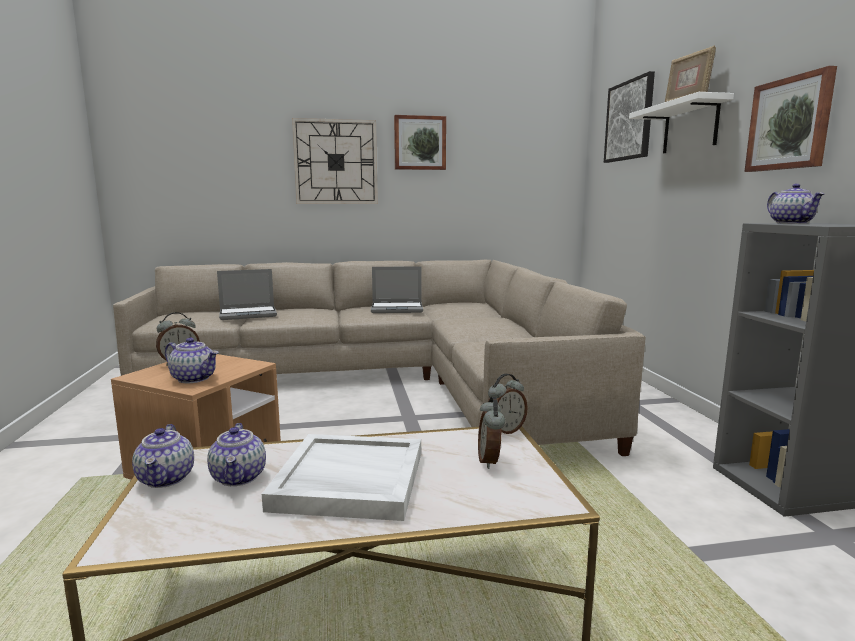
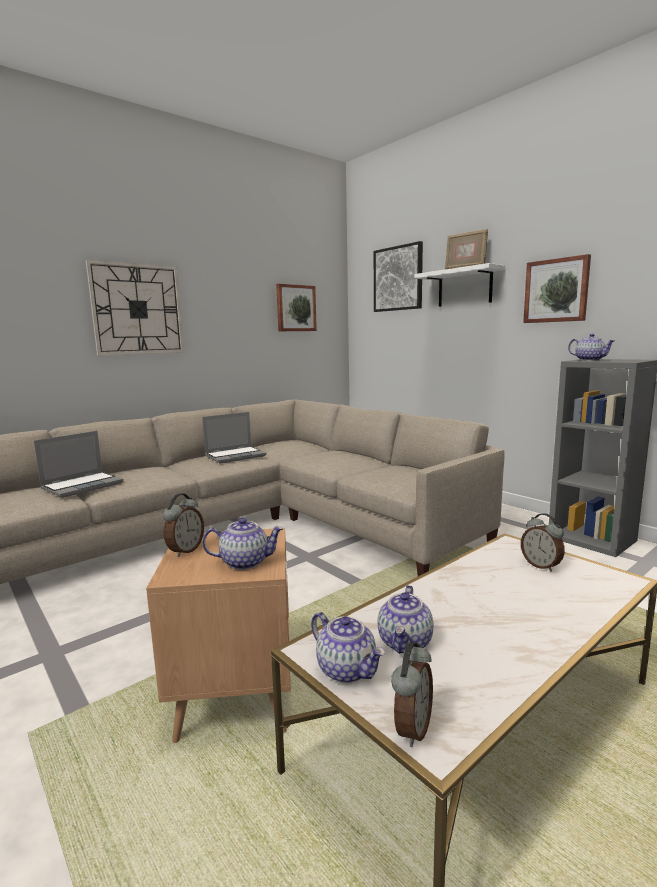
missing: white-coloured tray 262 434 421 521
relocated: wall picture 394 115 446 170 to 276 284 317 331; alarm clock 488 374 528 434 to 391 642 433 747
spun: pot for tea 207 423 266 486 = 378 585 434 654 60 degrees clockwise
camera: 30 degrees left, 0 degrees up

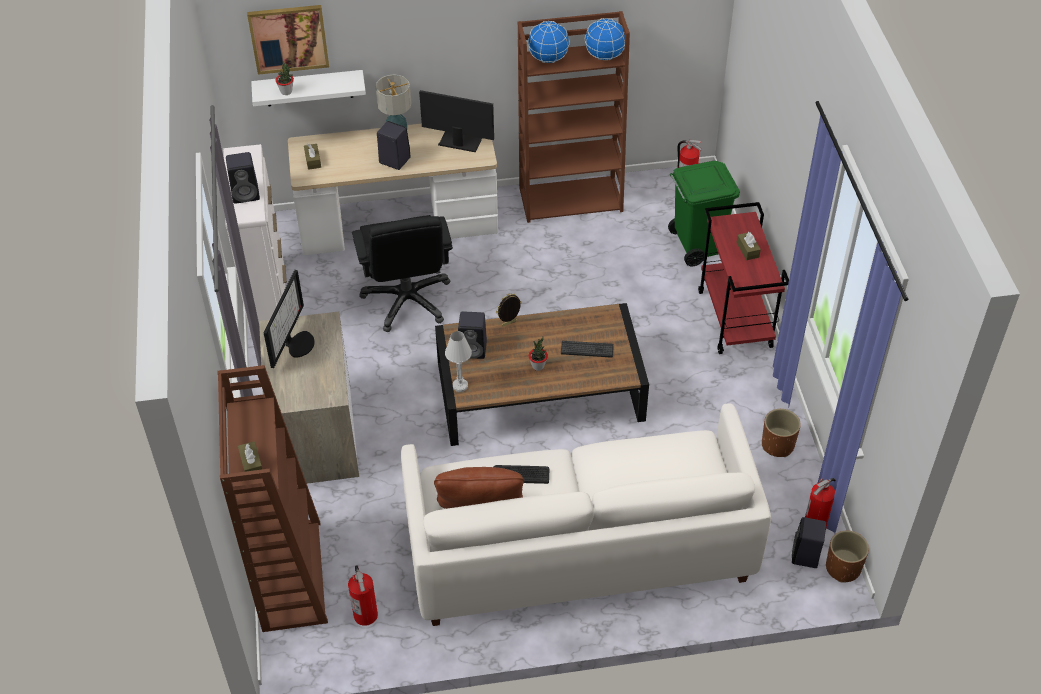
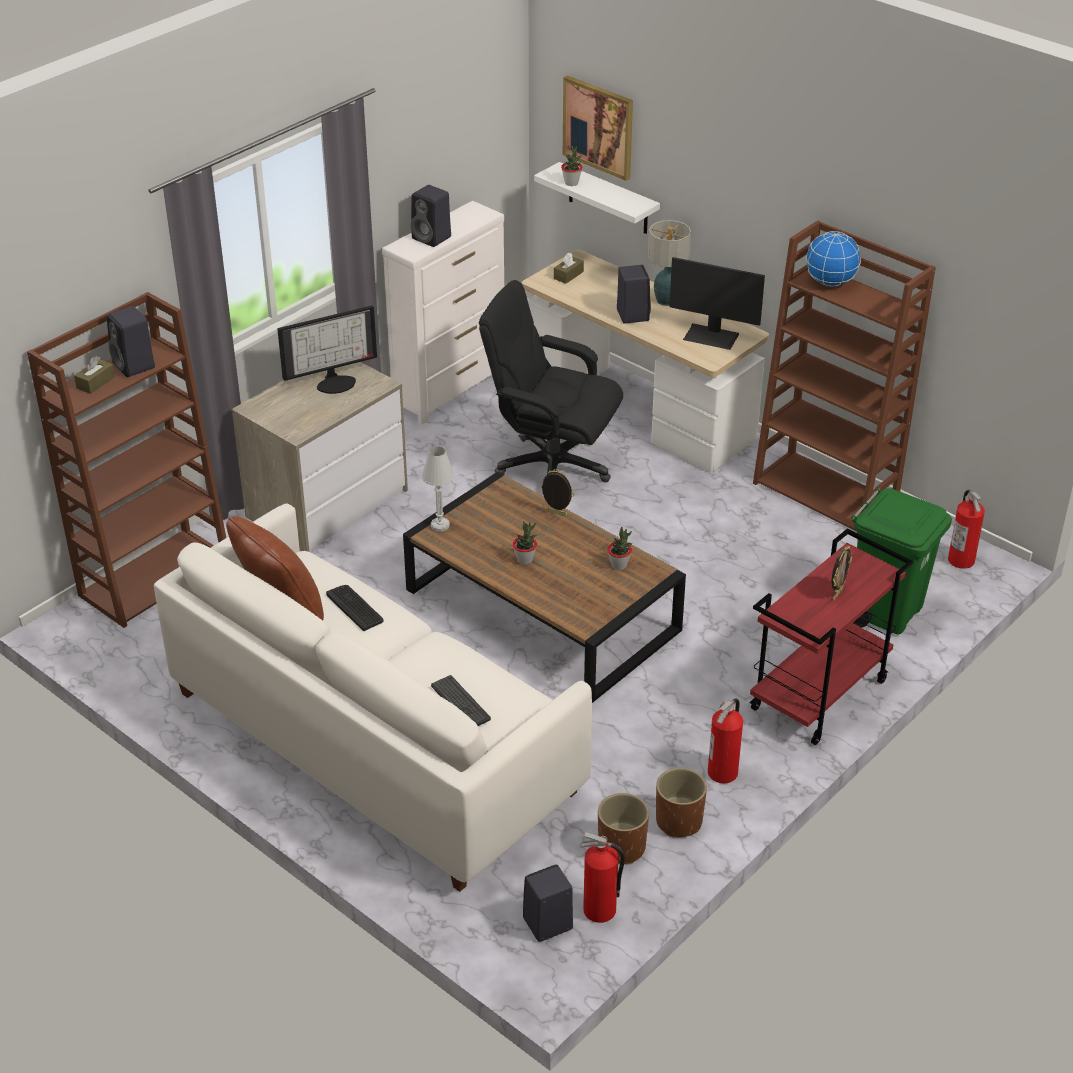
missing: desk globe 585 18 625 60
appeared: plant in a pot 607 527 632 570
relocated: blackish audio speaker 458 311 487 359 to 107 306 155 377; computer keyboard 561 341 614 358 to 431 675 491 726; brown planter 826 531 869 583 to 598 793 649 864; fire extinguisher 348 565 378 626 to 708 698 743 783
exchanged: brown box of tissues 736 232 761 260 to photo frame 831 546 852 601
spun: blackish office chair 352 215 453 332 = 479 280 623 482 75 degrees clockwise; monitor 419 90 494 152 = 669 257 765 350 135 degrees clockwise
camera: 50 degrees right, 10 degrees down

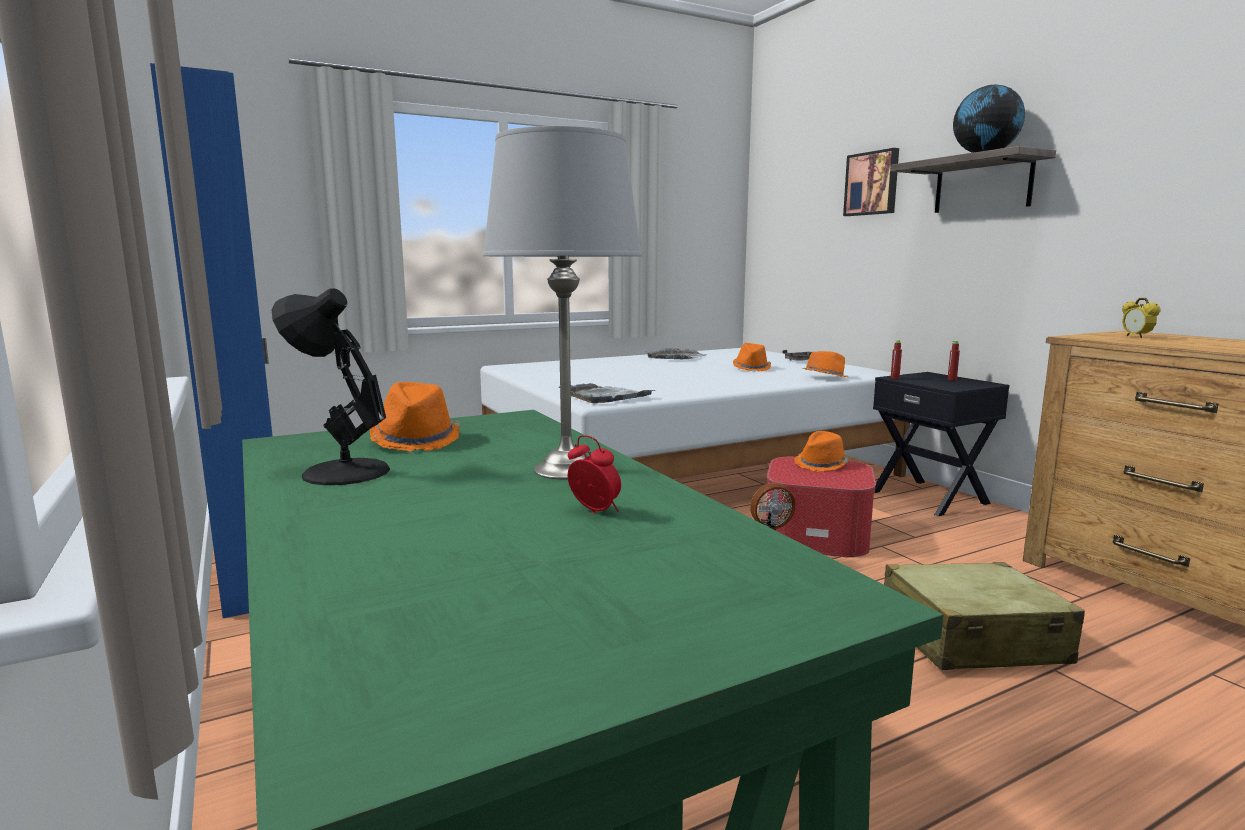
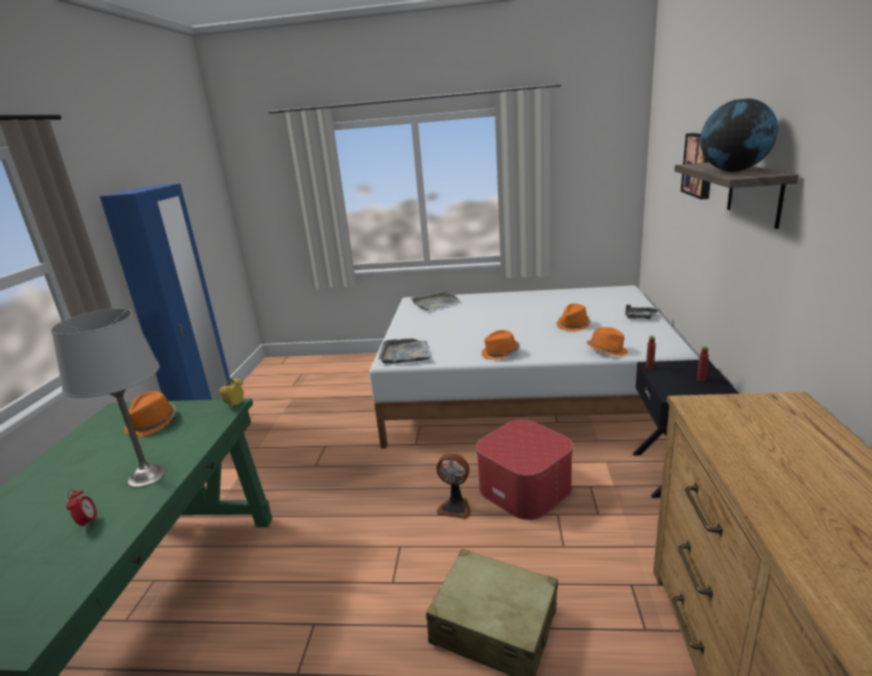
missing: blackish table lamp 272 288 390 485
relocated: alarm clock 1122 298 1161 338 to 219 378 244 408; greyish tray 645 348 708 359 to 411 291 461 310; orange-coloured hat 794 431 848 472 to 482 330 520 360
camera: 35 degrees right, 10 degrees up

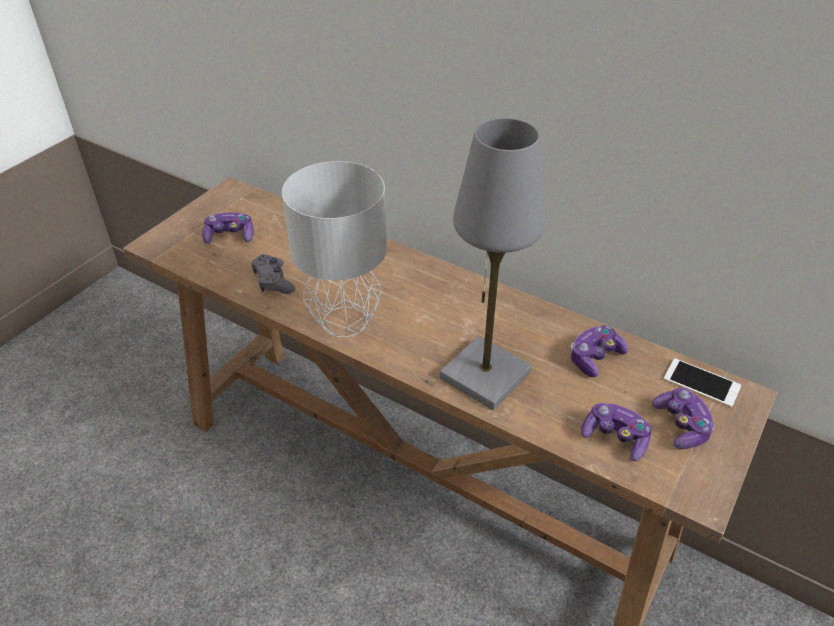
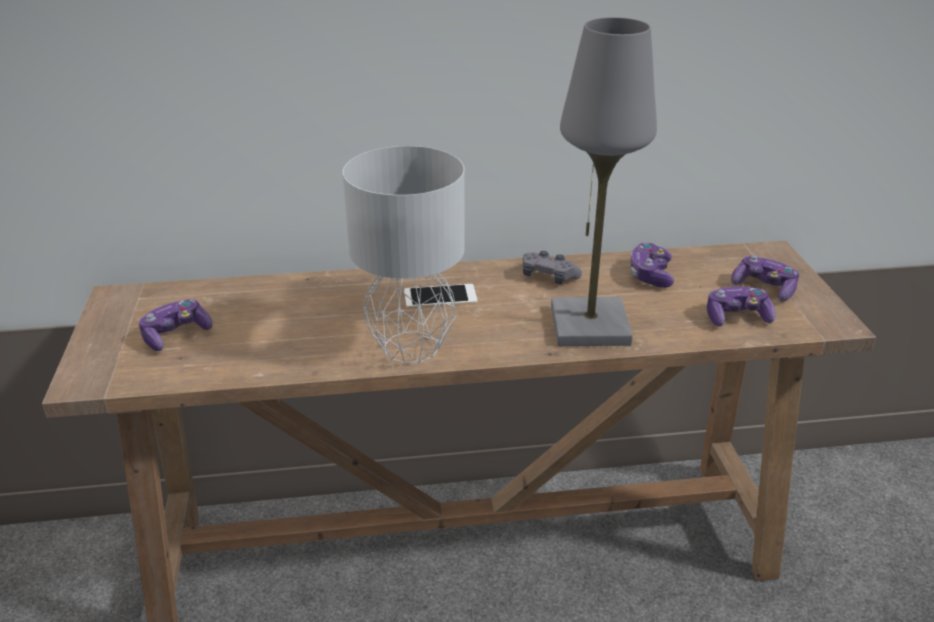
relocated: phone 664 359 741 407 to 404 284 477 308; greyish joypad 251 254 295 294 to 523 251 582 284
camera: 40 degrees left, 10 degrees down

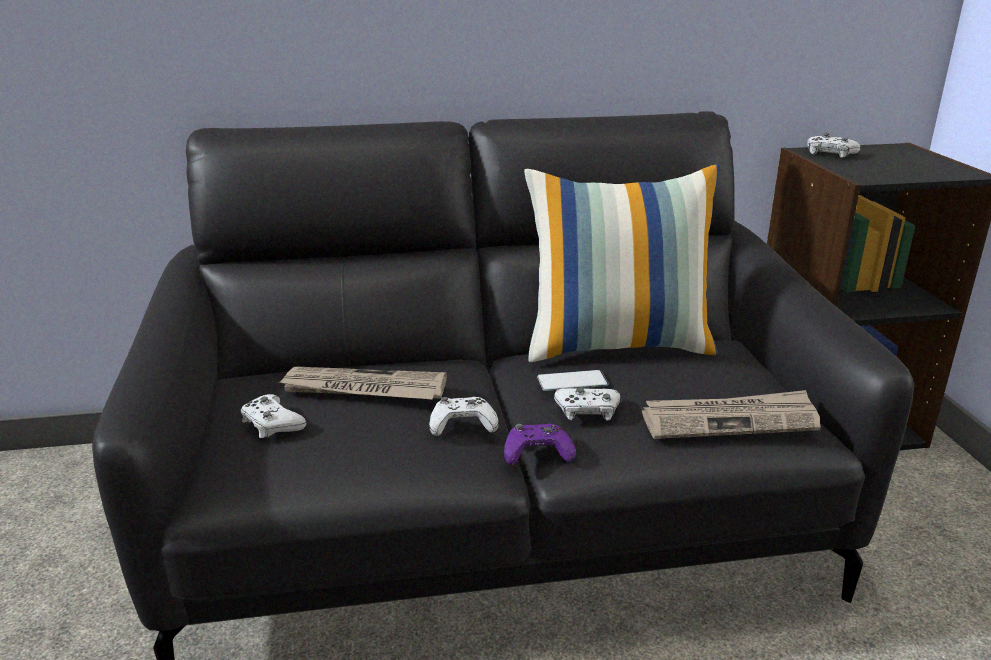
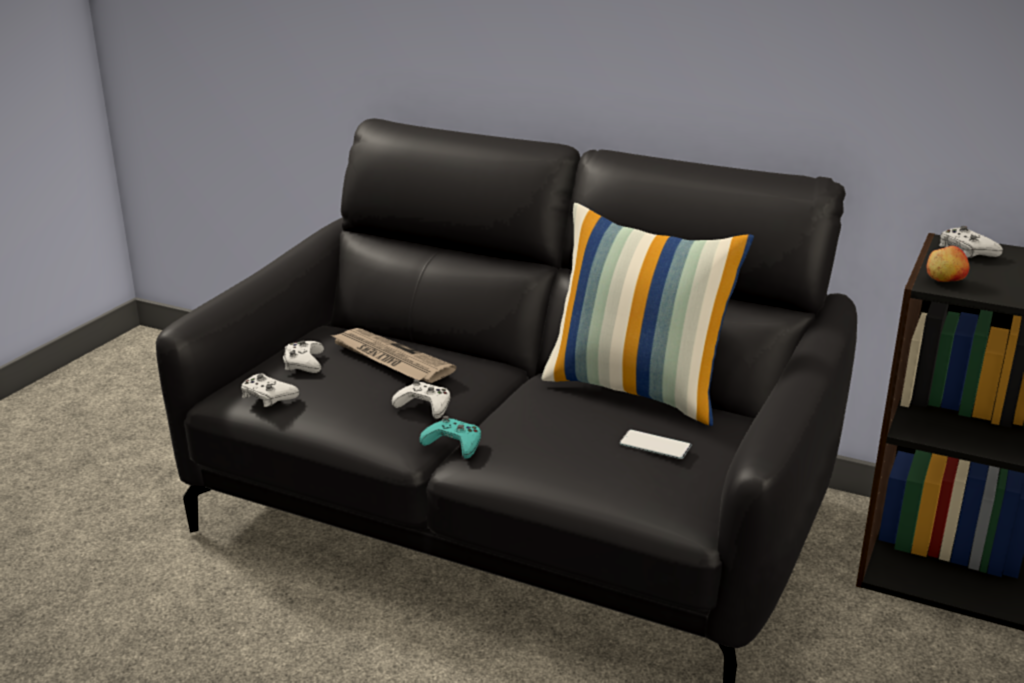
missing: daily paper 642 390 821 439
appeared: apple fruit 927 246 969 282
relocated: white-coloured joypad 554 387 620 421 to 241 373 299 407; phone 537 370 609 391 to 620 430 692 459
colour: purplish joypad 504 424 576 465 to turquoise joypad 419 416 481 459
camera: 35 degrees right, 0 degrees up

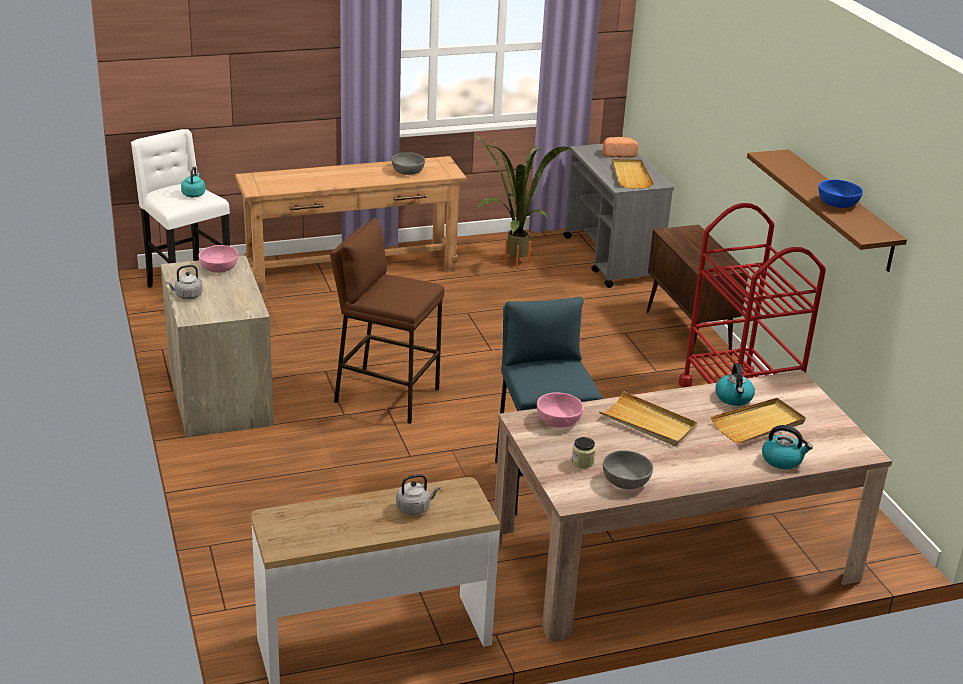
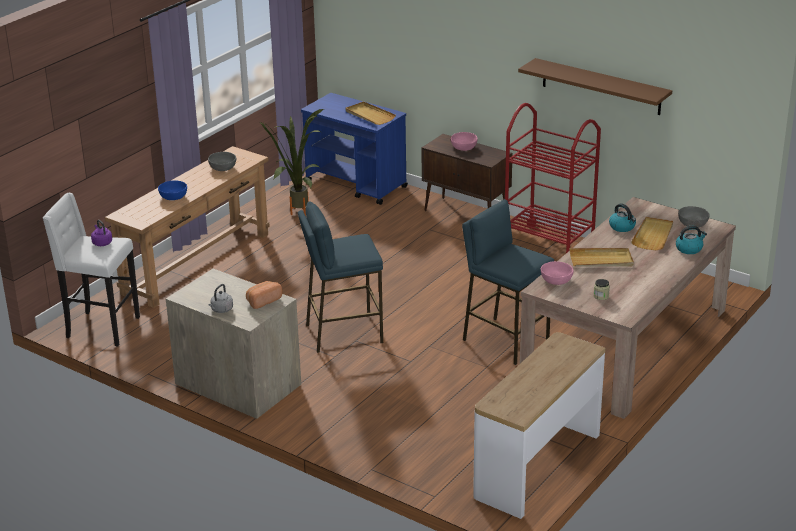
missing: greyish kettle 396 474 440 515
relocated: blue serving bowl 819 180 863 208 to 158 180 187 200; bakery bread 603 137 638 158 to 246 281 282 309; pink serving bowl 199 245 238 273 to 451 132 478 151; greyish serving bowl 603 450 653 490 to 678 206 709 227
colour: turquoise kettle 181 166 205 197 to purplish kettle 91 220 112 246; brown sitting stool 330 218 445 424 to blue sitting stool 298 202 383 353; greyish cart 563 144 674 288 to blue cart 301 93 408 205
camera: 35 degrees left, 0 degrees up

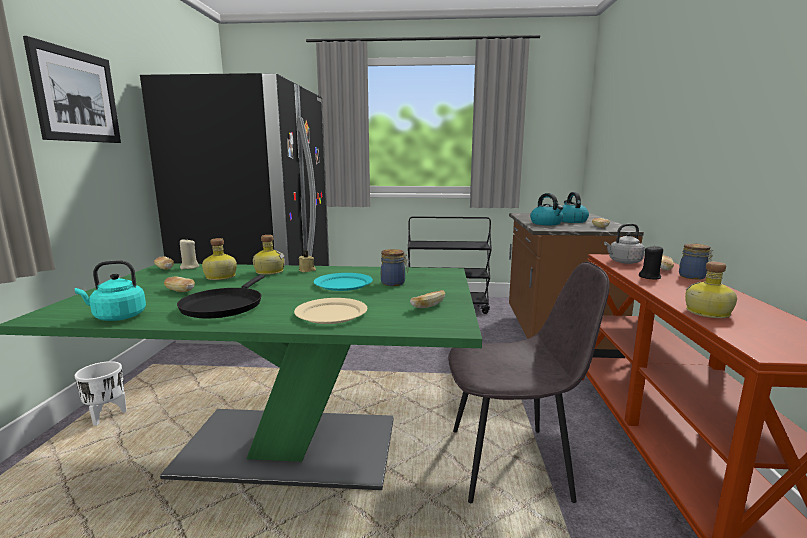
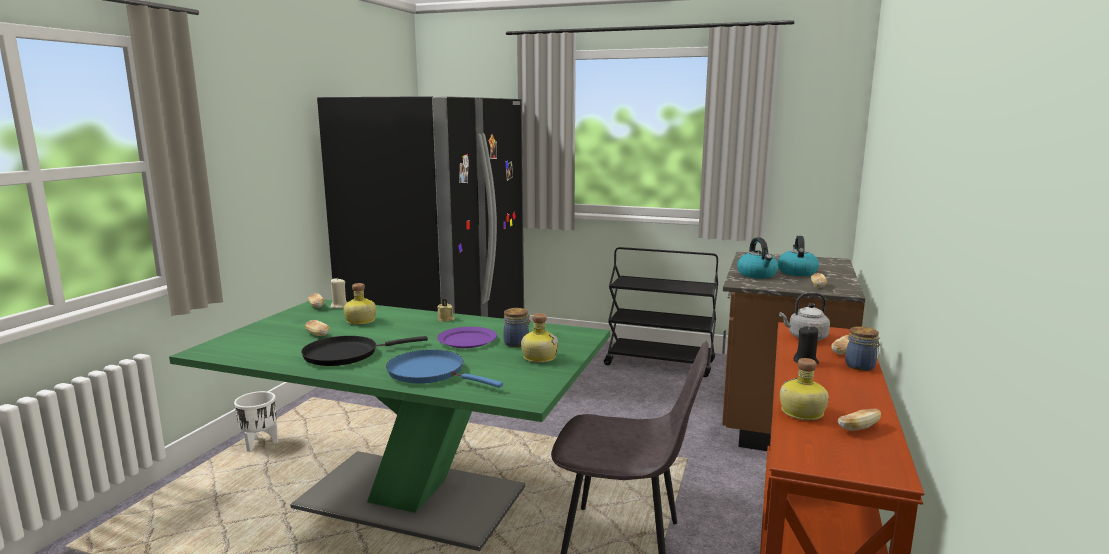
missing: wall picture 23 36 121 143; turquoise kettle 75 260 146 321
relocated: bottle 253 235 285 275 to 521 313 558 363; bakery bread 410 290 445 308 to 838 409 881 431
exchanged: sand-coloured flat dish 294 298 367 324 to blue frying pan 386 350 503 388
colour: turquoise flat dish 314 273 373 291 to purplish flat dish 437 327 497 348
spun: blackish frying pan 177 275 265 318 = 301 336 428 366 45 degrees clockwise
camera: 15 degrees right, 0 degrees up

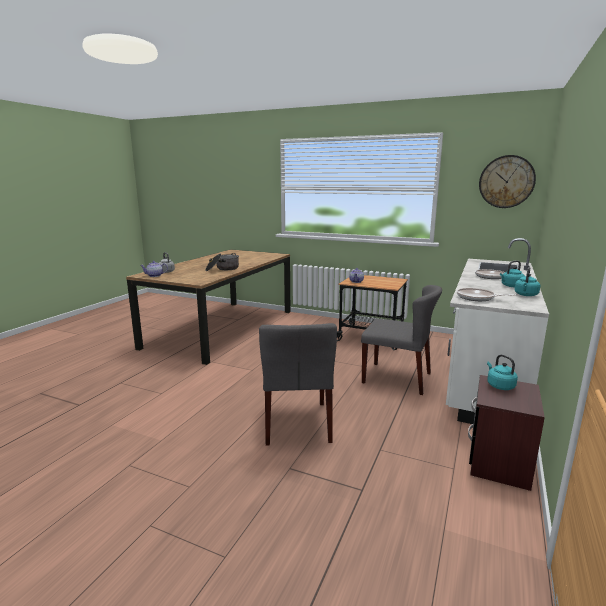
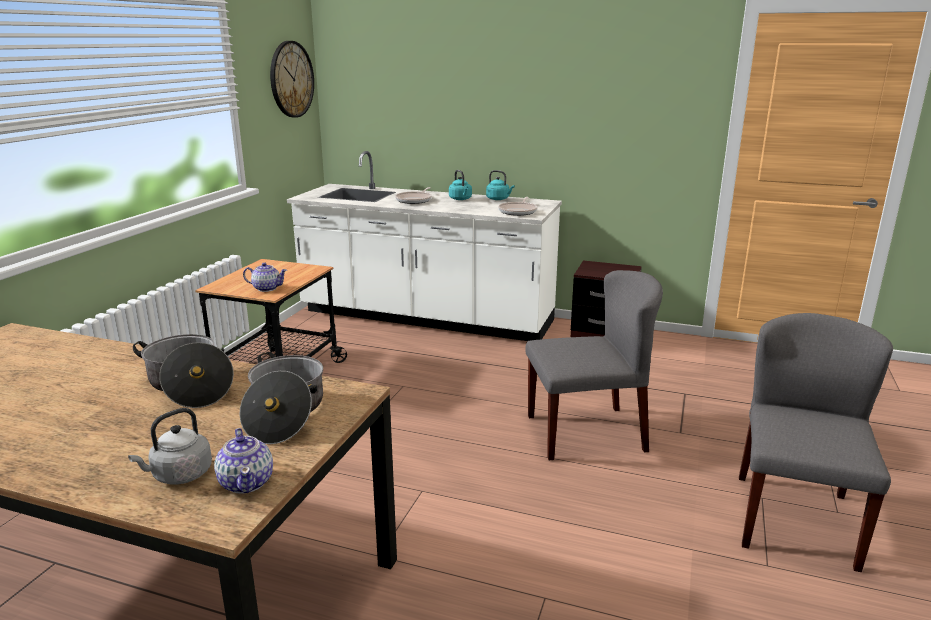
missing: turquoise kettle 487 355 518 390
appeared: stockpot 240 352 323 444
relocated: greyish upright chair 361 285 442 395 to 739 313 893 572
camera: 95 degrees left, 5 degrees up

